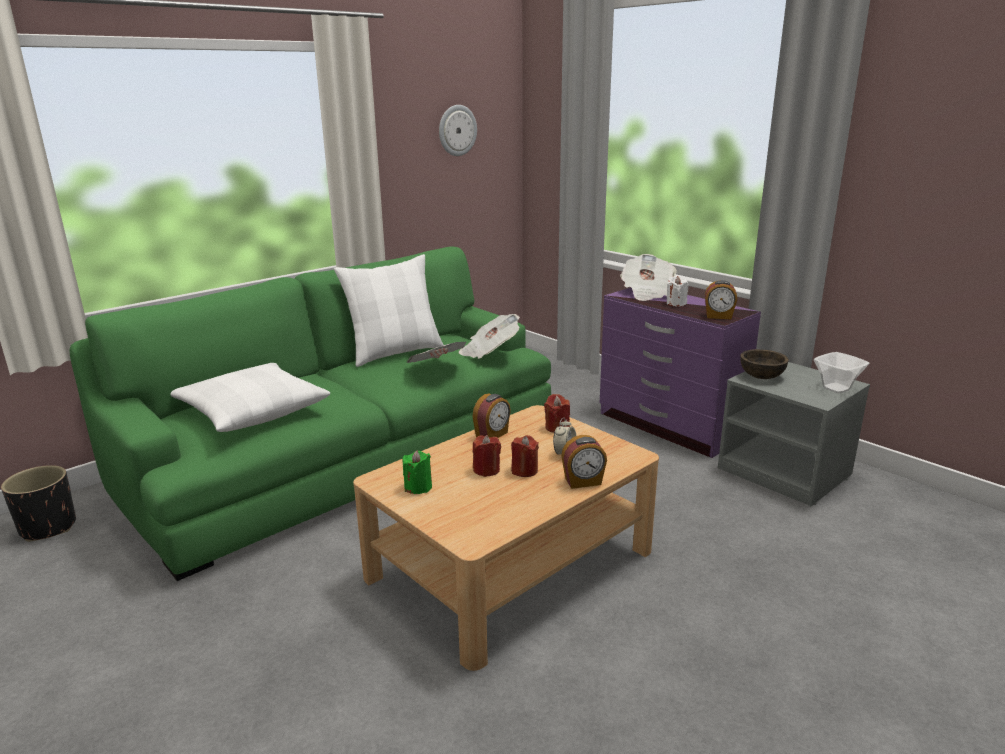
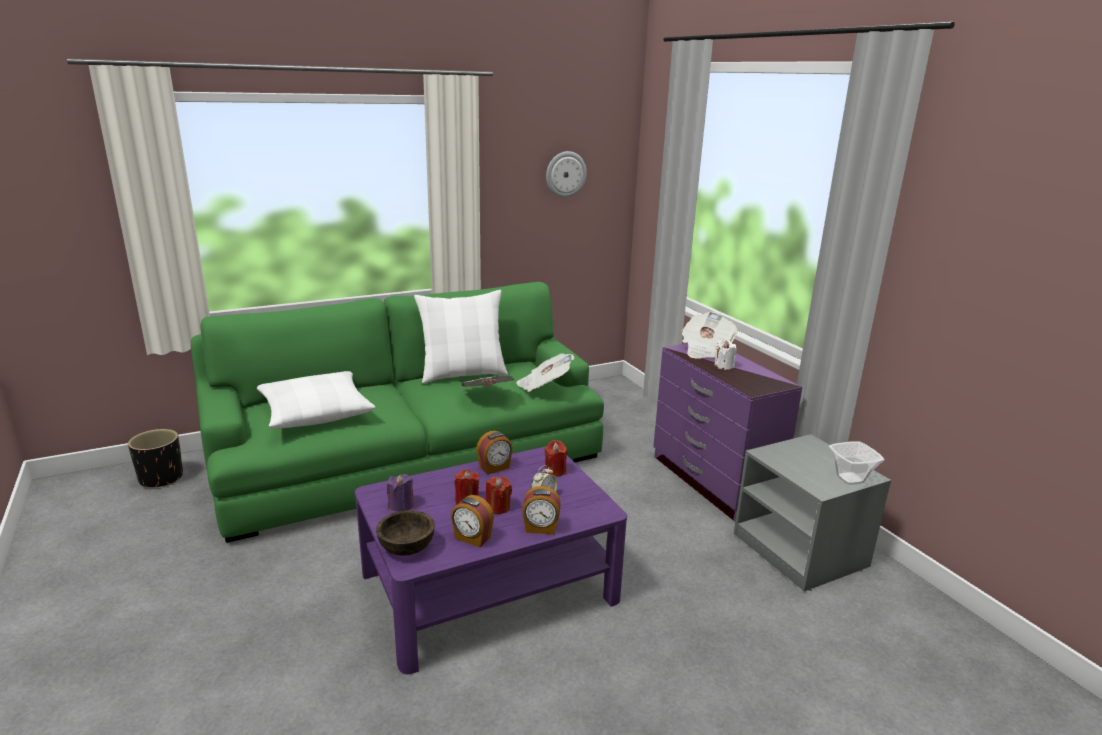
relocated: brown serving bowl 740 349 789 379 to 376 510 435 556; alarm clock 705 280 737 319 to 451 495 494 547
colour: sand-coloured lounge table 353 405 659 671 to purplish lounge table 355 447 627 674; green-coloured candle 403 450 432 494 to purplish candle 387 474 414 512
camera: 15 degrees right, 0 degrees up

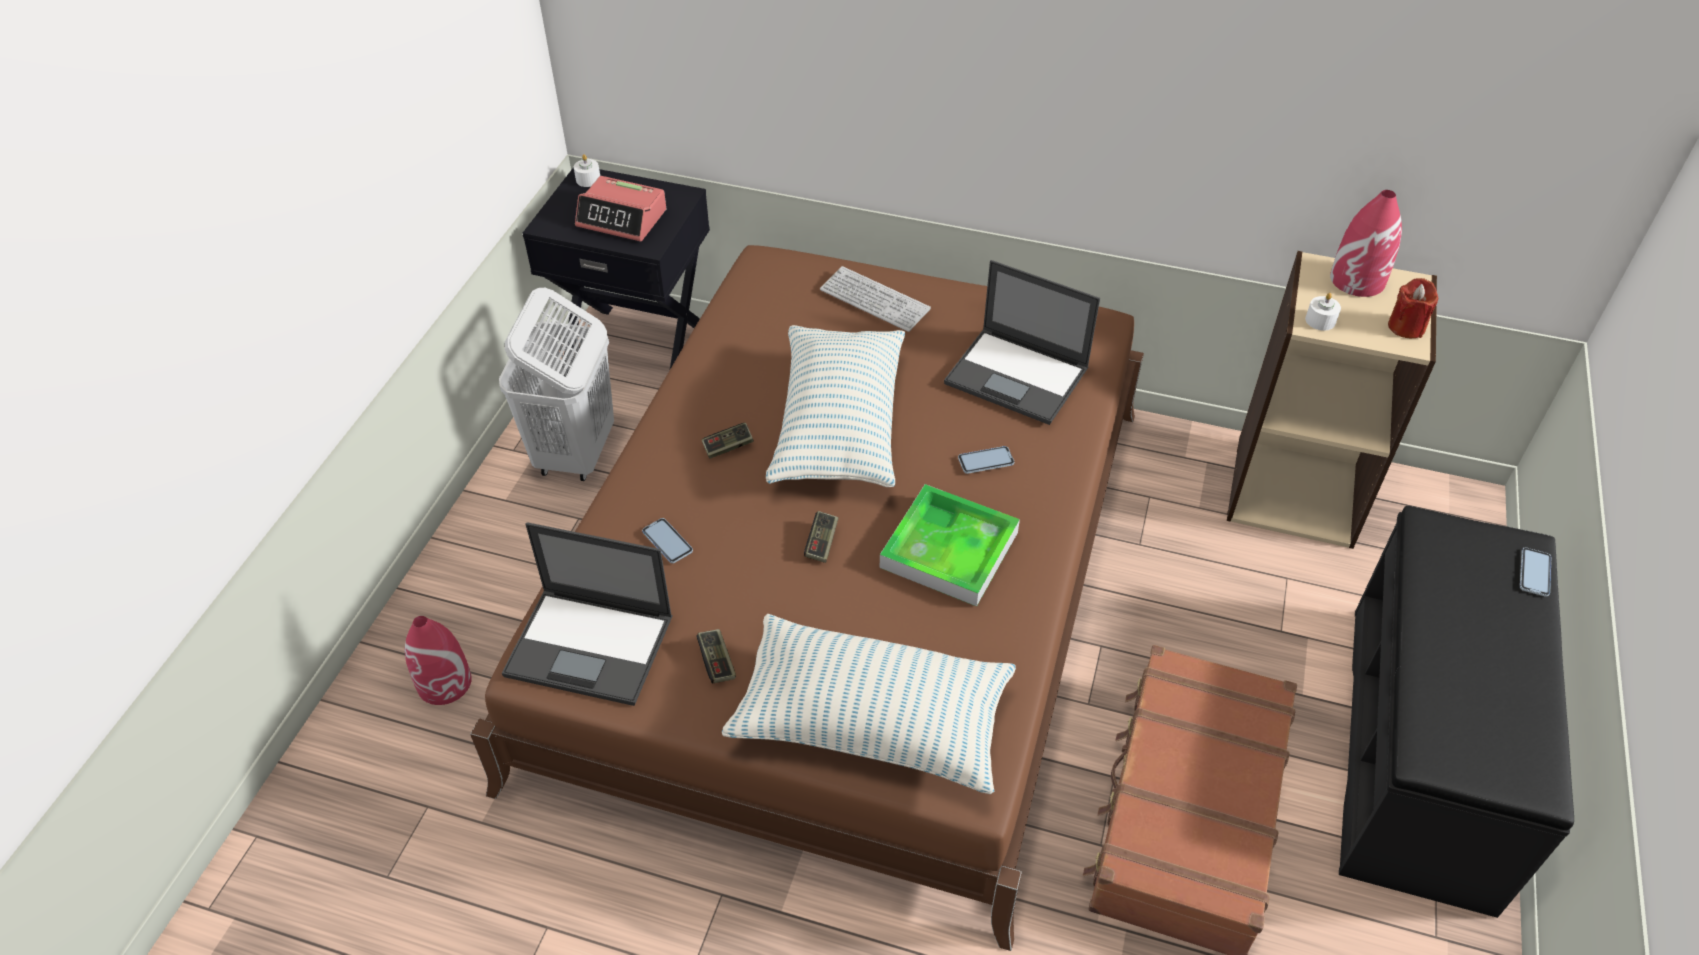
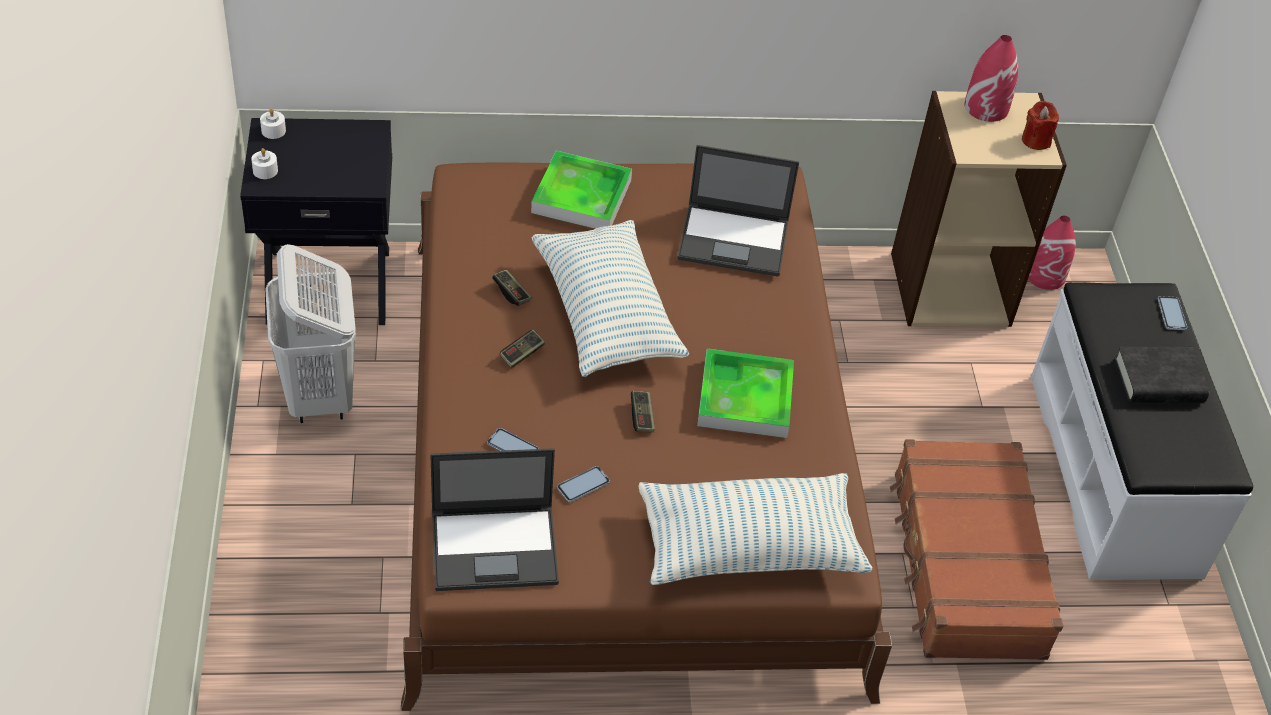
missing: alarm clock 575 176 666 242
appeared: blackish book 1114 346 1209 403
relocated: white-coloured candle 1305 293 1341 331 to 251 148 278 179; joypad 696 629 736 683 to 492 270 532 306; phone 958 446 1014 474 to 557 466 610 502; red vase 404 616 472 705 to 1028 216 1076 290
exchanged: computer keyboard 820 266 931 332 to tray 531 151 632 229
colour: blackish indoor bench 1339 506 1574 918 to white-coloured indoor bench 1031 282 1253 580
camera: 25 degrees left, 0 degrees up

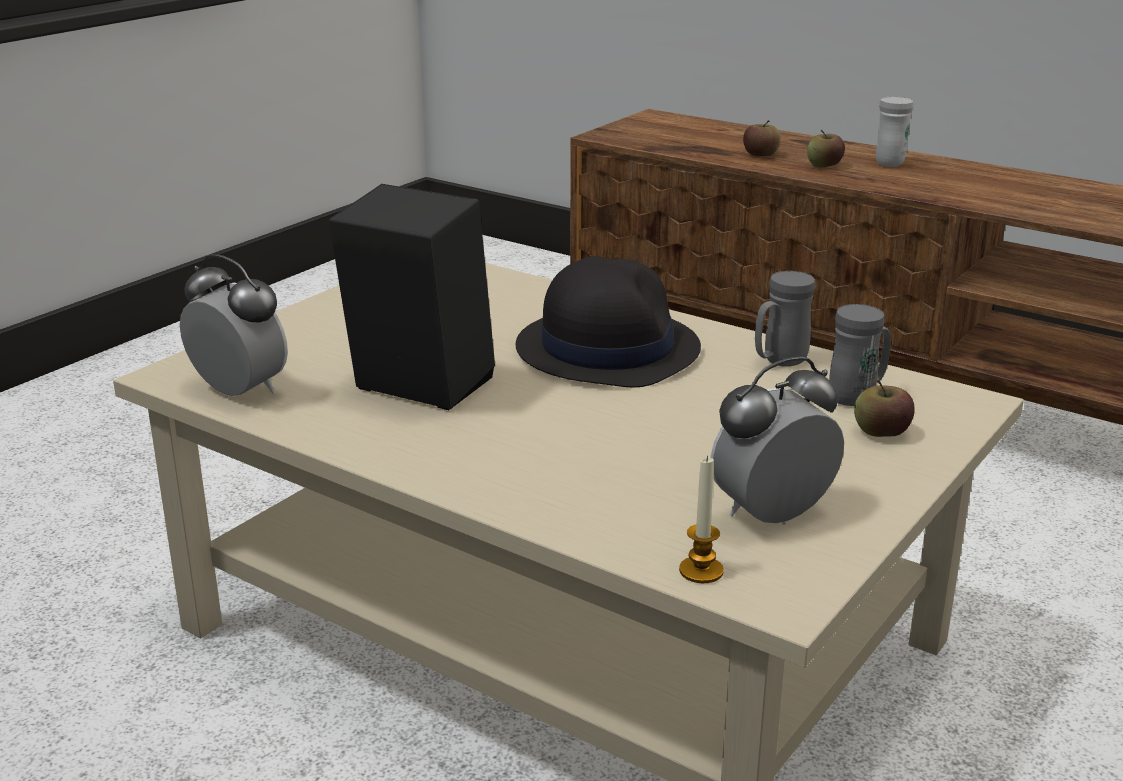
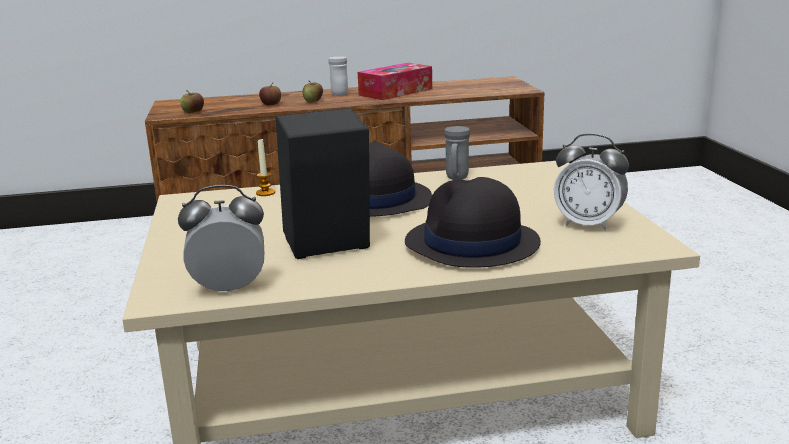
missing: greyish coffee mug 829 304 891 406
appeared: box of tissues 358 63 432 100; blackish hat 405 177 541 268
relocated: apple fruit 854 380 915 437 to 180 91 204 113; candle 679 456 724 583 to 256 139 275 196
spun: alarm clock 710 357 844 525 = 554 133 629 232 75 degrees counterclockwise
camera: 45 degrees left, 5 degrees down

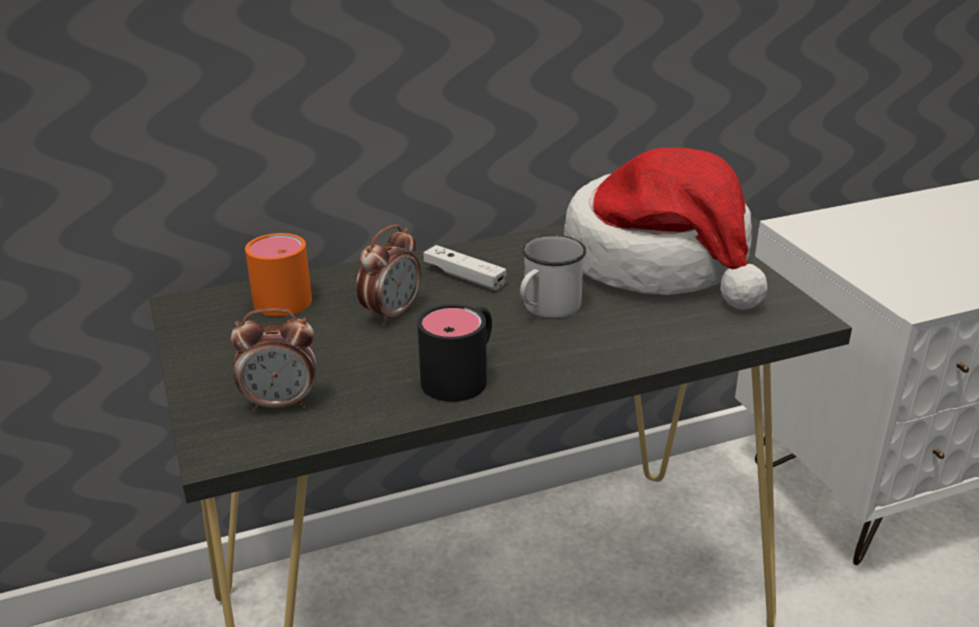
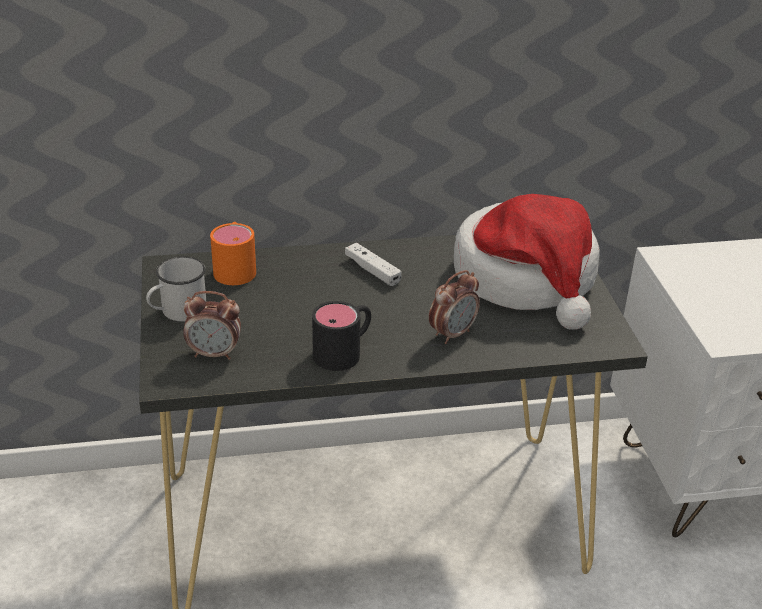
relocated: white-coloured coffee mug 520 235 586 318 to 146 256 206 322; alarm clock 356 224 421 326 to 429 270 480 344
camera: 10 degrees right, 5 degrees up

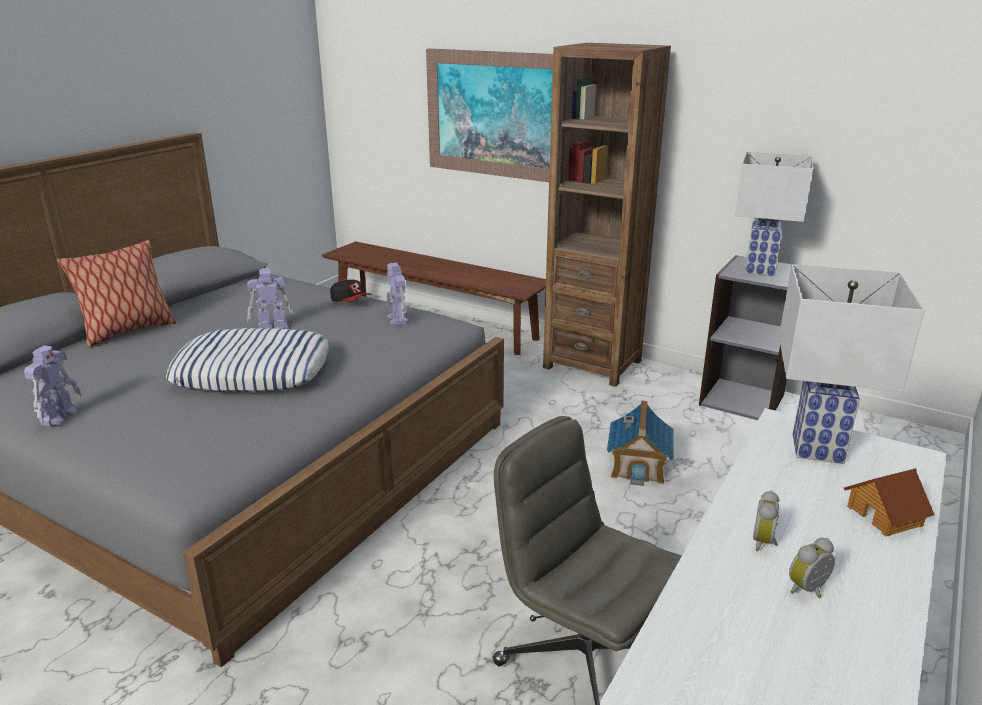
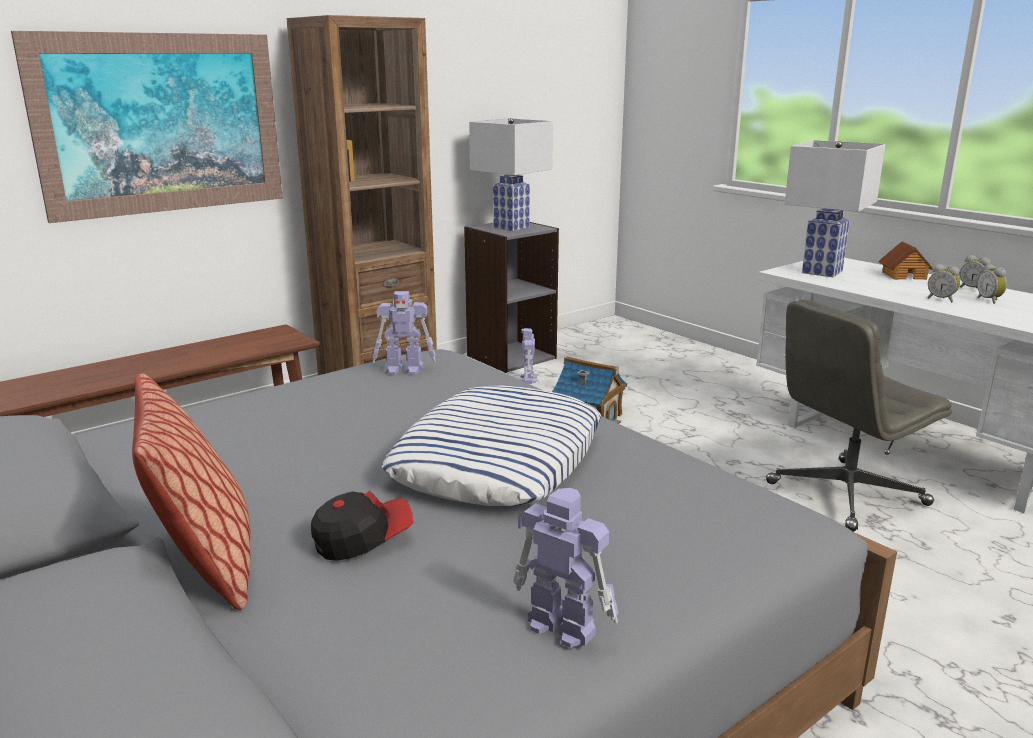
appeared: alarm clock 960 255 991 288
relocated: cap 330 279 372 302 to 311 490 413 561; robot figure 247 268 295 329 to 520 328 537 384
camera: 70 degrees left, 5 degrees down

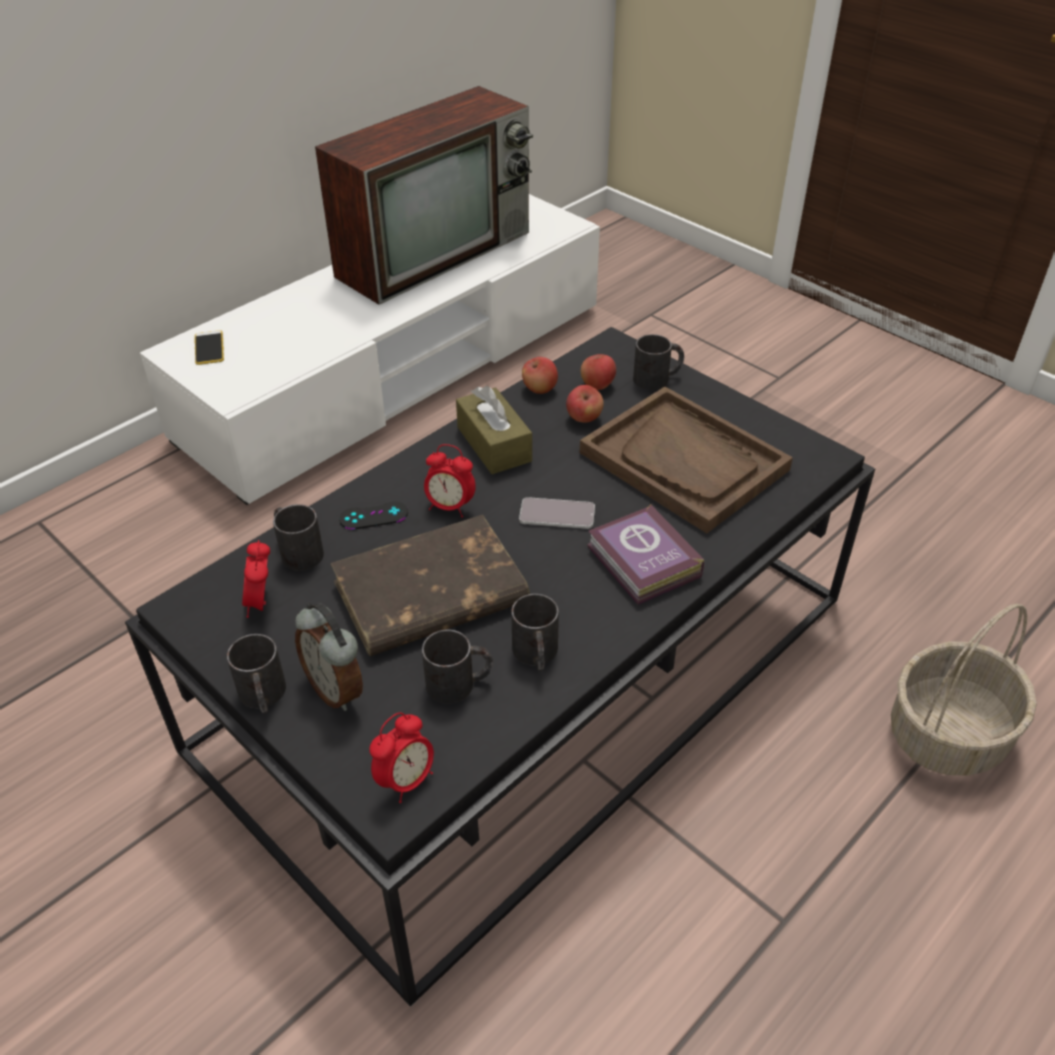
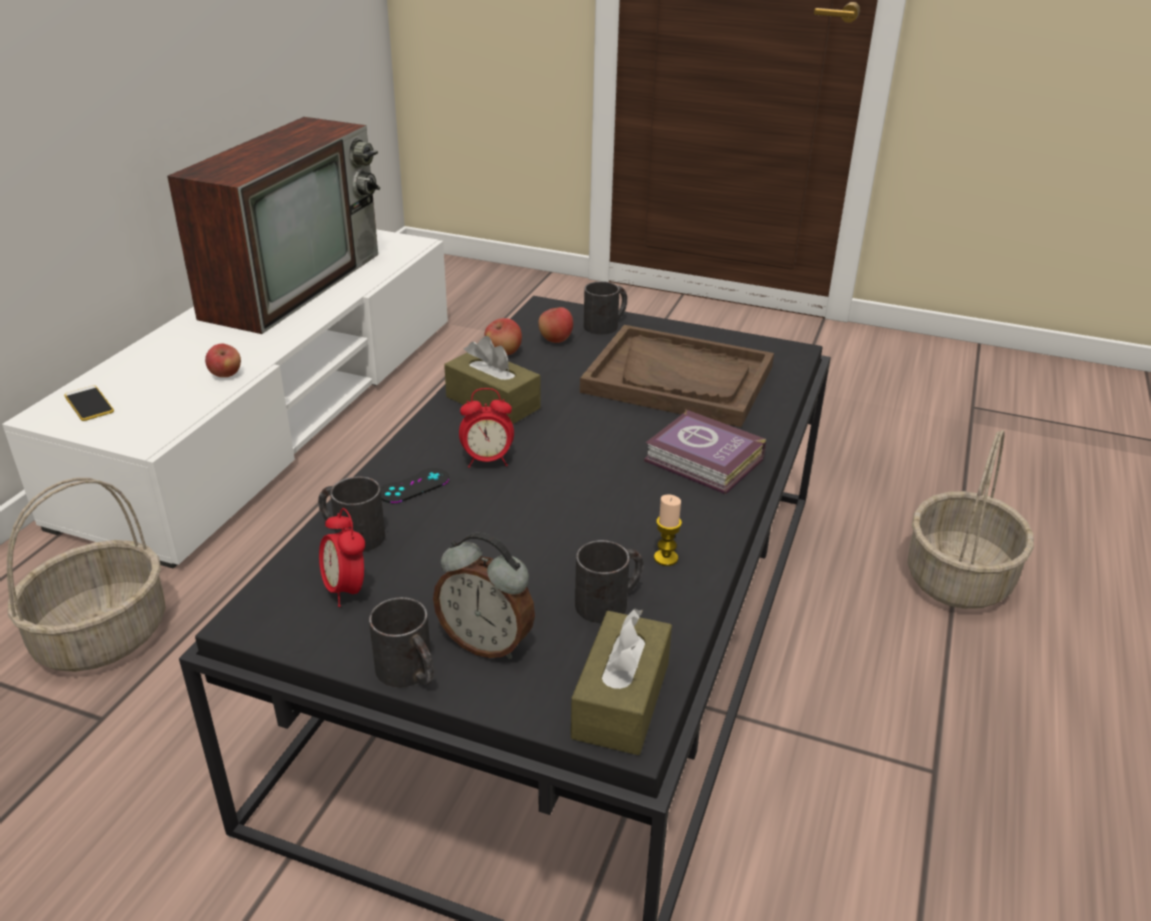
missing: brown book 330 515 530 656; phone 519 497 595 529
appeared: household basket 7 478 166 672
relocated: apple fruit 566 385 604 423 to 205 344 241 377
exchanged: alarm clock 369 712 434 803 to brown box of tissues 571 608 672 755; blackish coffee mug 511 594 559 671 to candle 654 494 682 566
camera: 25 degrees left, 10 degrees down

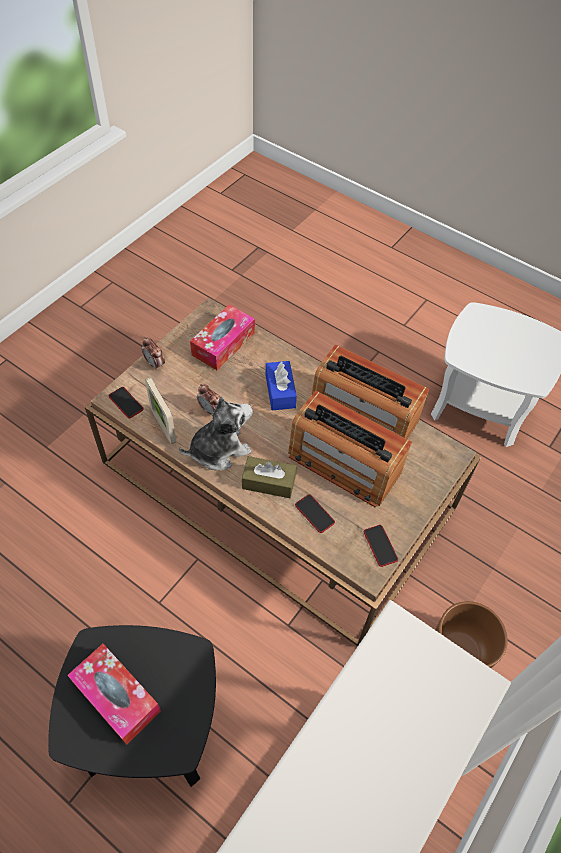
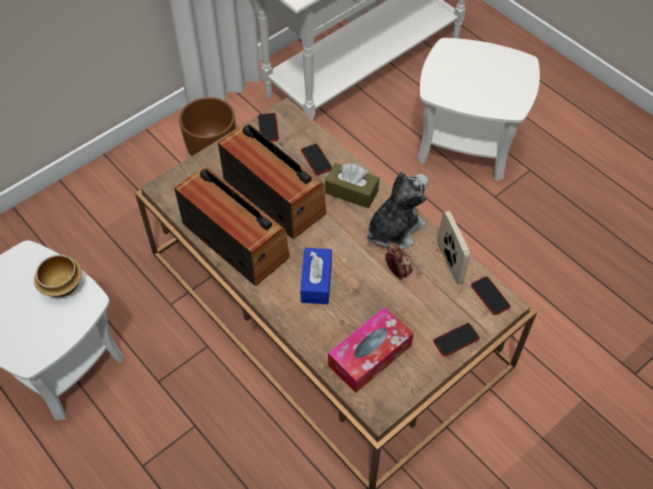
missing: box of tissues 67 644 161 745
appeared: serving bowl 34 255 82 298
exchanged: alarm clock 142 337 165 371 to phone 433 323 480 357
colour: blackish end table 48 625 216 787 to white-coloured end table 417 38 540 181
spun: cuddly toy 179 396 253 470 = 367 172 429 249 150 degrees clockwise
camera: 165 degrees left, 0 degrees up

